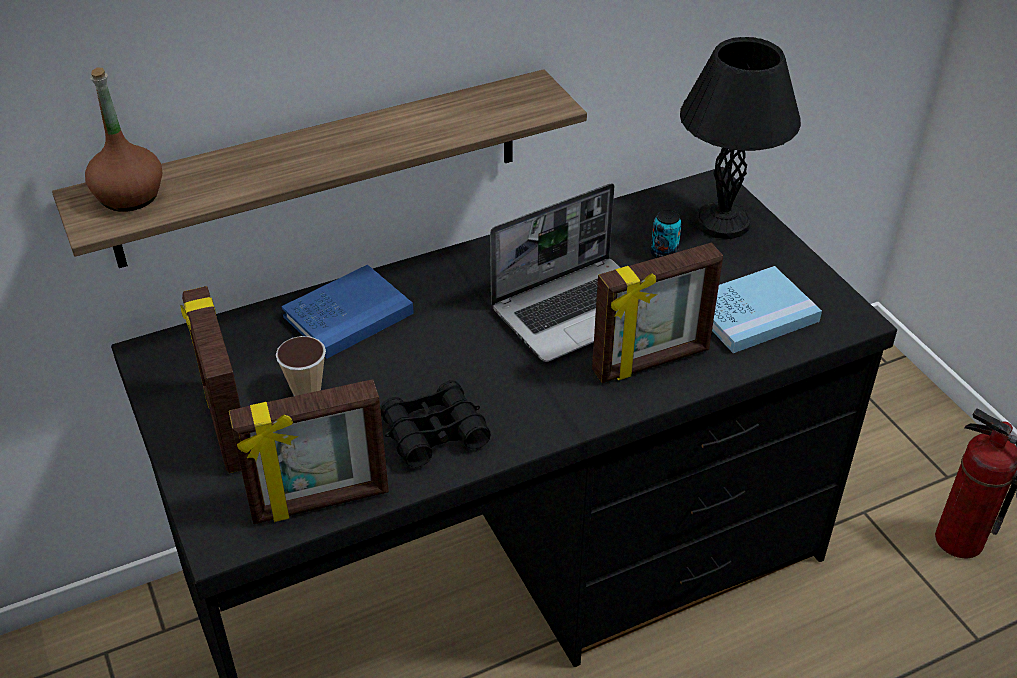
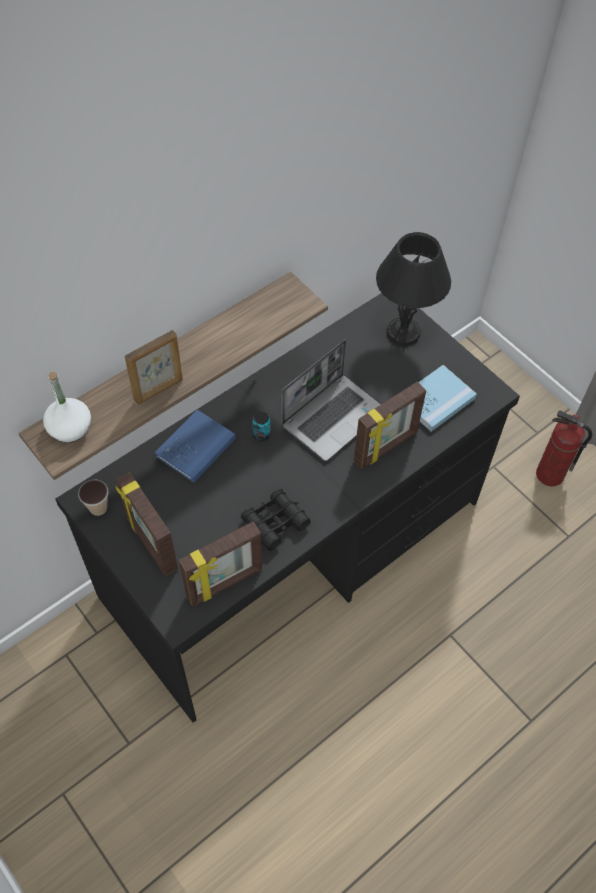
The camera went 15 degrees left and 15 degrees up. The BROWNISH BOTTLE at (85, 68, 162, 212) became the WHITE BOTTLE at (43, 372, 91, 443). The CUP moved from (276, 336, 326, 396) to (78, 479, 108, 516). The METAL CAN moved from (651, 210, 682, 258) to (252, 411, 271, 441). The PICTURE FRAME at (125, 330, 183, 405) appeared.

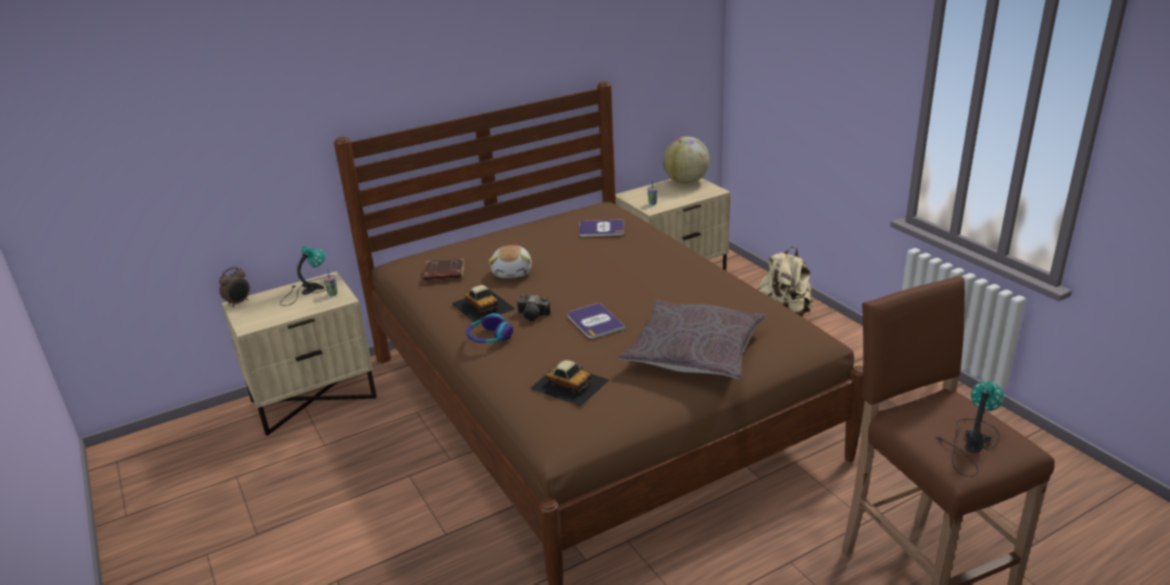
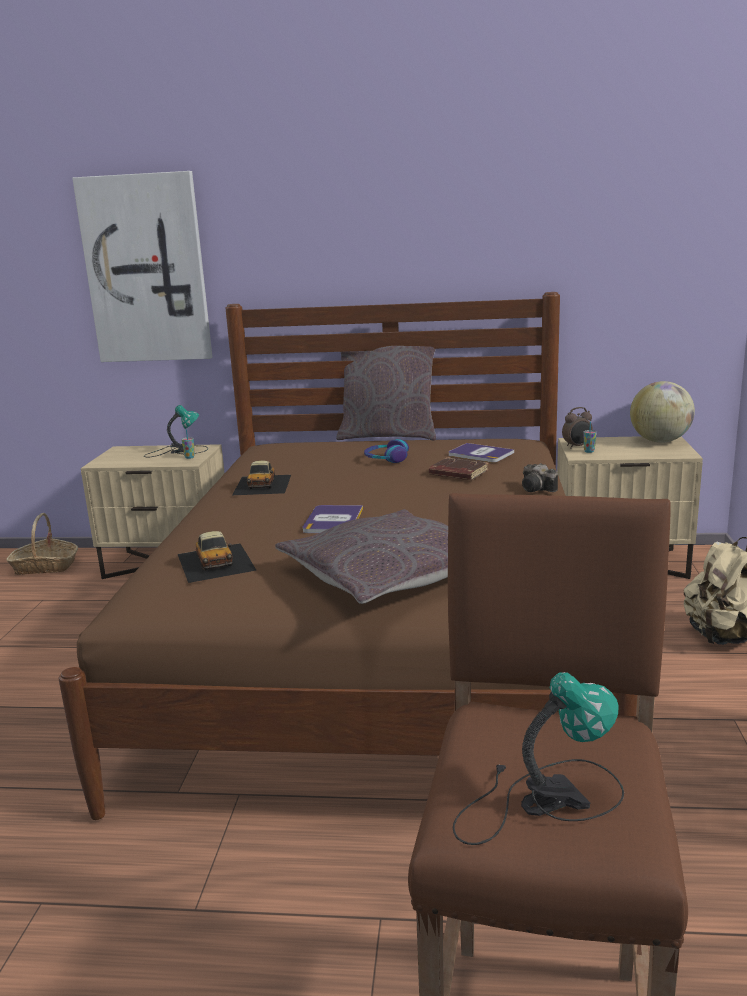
The camera went 35 degrees right and 10 degrees down. The BEDSIDE CLOCK moved from (219, 267, 250, 307) to (562, 407, 593, 449). The BROWNISH BOOK moved from (423, 258, 465, 281) to (429, 457, 488, 480). The HEADSET moved from (466, 313, 513, 343) to (364, 439, 409, 463). The SOFT TOY at (489, 245, 532, 278) disappeared. The STILL CAMERA moved from (517, 294, 551, 321) to (522, 463, 558, 492). The STORAGE BASKET at (6, 513, 78, 575) appeared. The WALL ART at (72, 171, 213, 362) appeared. The GRAY PILLOW at (336, 346, 436, 440) appeared.

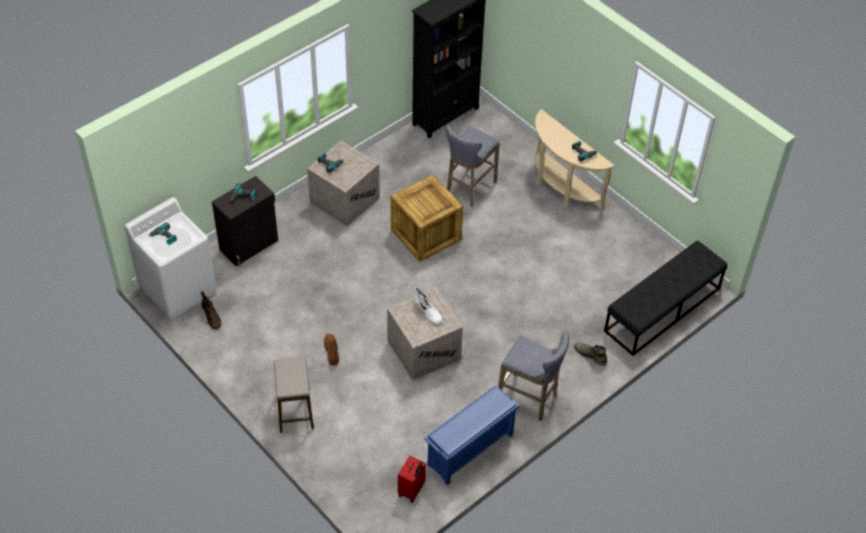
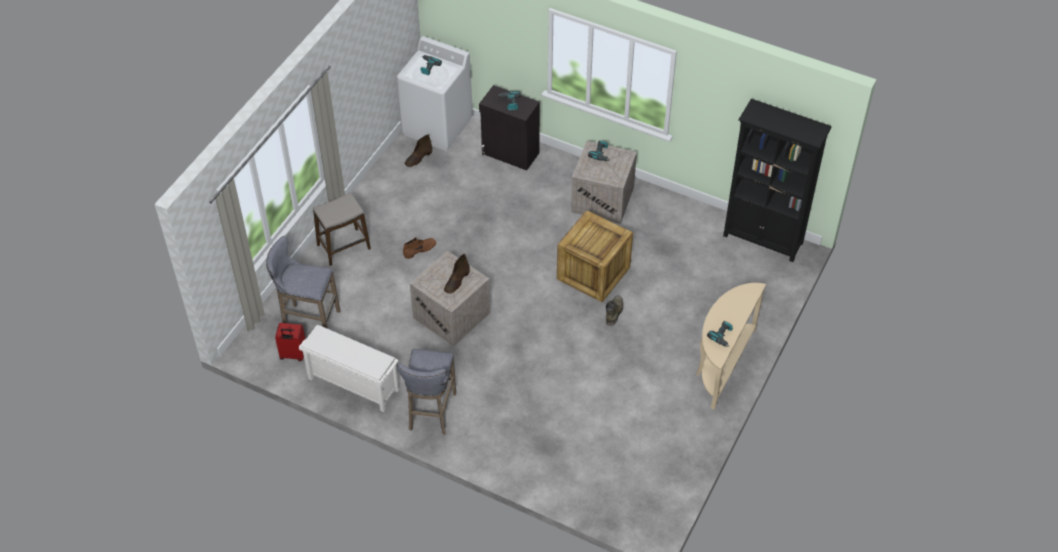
The camera went 70 degrees right and 0 degrees up. The WHITE BOOT at (414, 287, 443, 324) became the BROWNISH BOOT at (444, 253, 470, 294). The BLUISH SHOE RACK at (424, 386, 519, 485) became the WHITE SHOE RACK at (299, 325, 399, 412). The GRAY STOOL moved from (445, 126, 500, 207) to (266, 236, 340, 329). The GREENISH BOOT moved from (574, 342, 607, 366) to (606, 295, 624, 326). The BLACKISH INDOOR BENCH at (604, 241, 728, 356) disappeared.

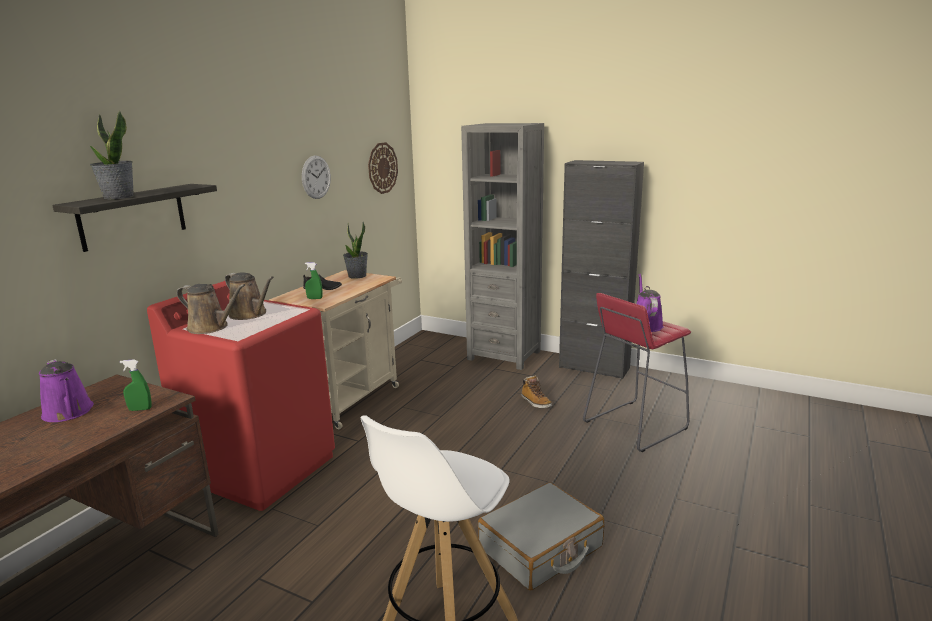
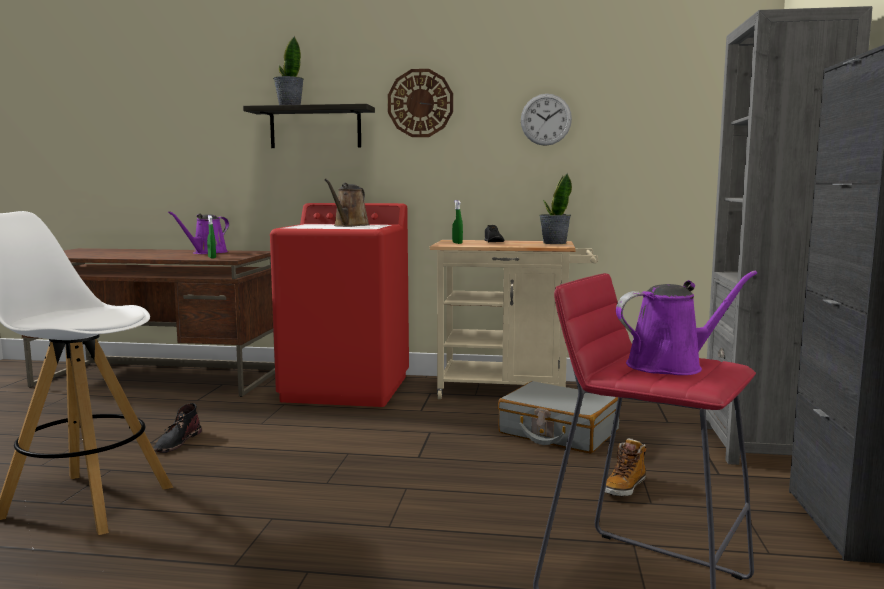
The camera went 70 degrees right and 10 degrees down. The BROWNISH WATERING CAN at (177, 284, 245, 334) disappeared. The CLOCK ON THE WALL moved from (368, 142, 398, 194) to (388, 69, 453, 137). The GRAY PIECE OF LUGGAGE moved from (478, 482, 604, 590) to (498, 381, 619, 454). The BLACKISH BOOT at (153, 403, 202, 452) appeared.

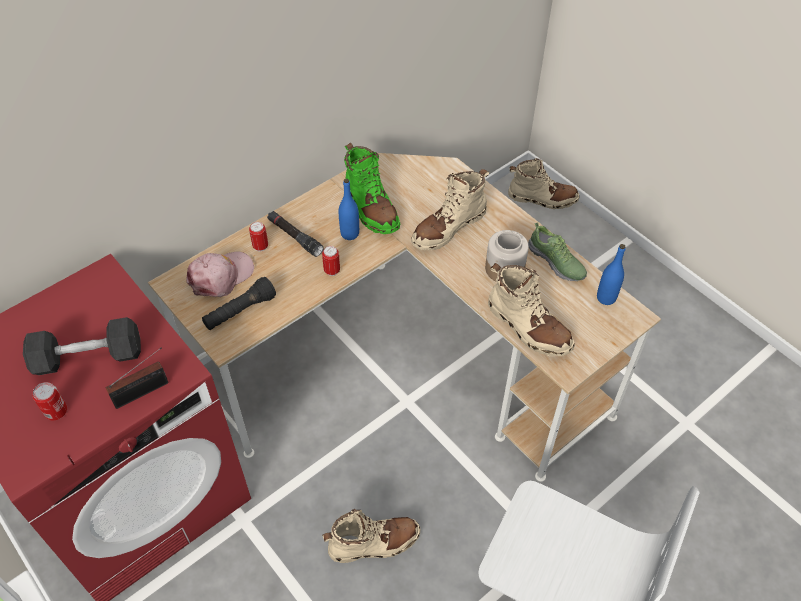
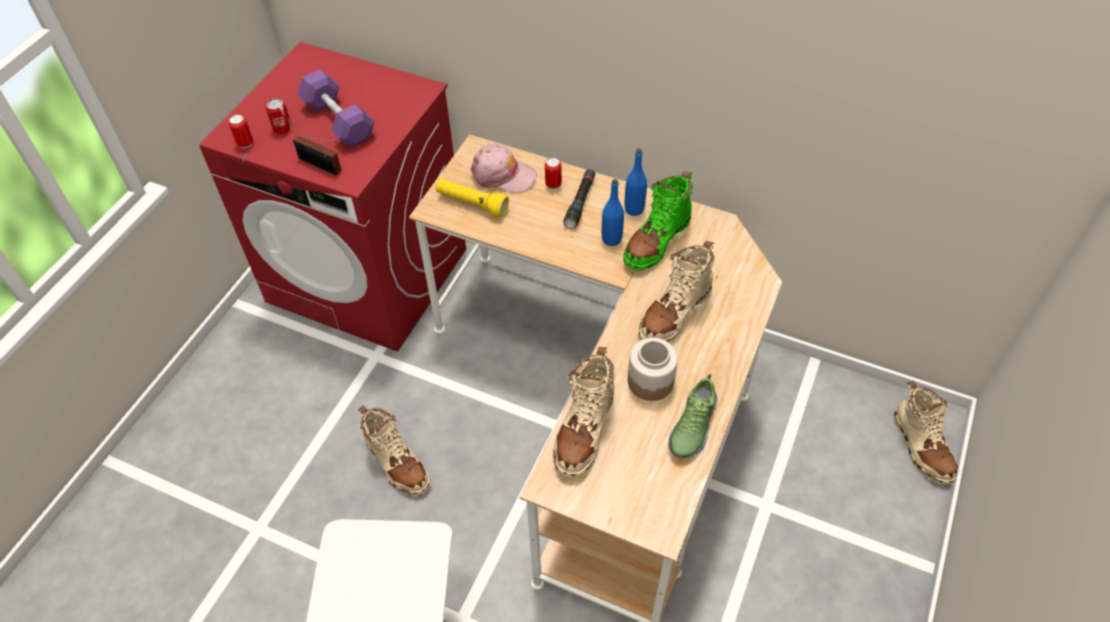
The camera went 65 degrees right and 0 degrees up. The GRAY DUMBBELL at (23, 317, 141, 375) became the PURPLE DUMBBELL at (298, 69, 375, 148). The BLACKISH FLASHLIGHT at (202, 277, 276, 330) became the YELLOWISH FLASHLIGHT at (436, 178, 509, 218). The METAL CAN moved from (322, 246, 340, 276) to (229, 114, 253, 148). The BEIGE-COLOURED BOOT at (411, 169, 489, 250) turned 75 degrees counterclockwise. The BLUISH BOTTLE moved from (597, 244, 626, 305) to (625, 149, 647, 216).

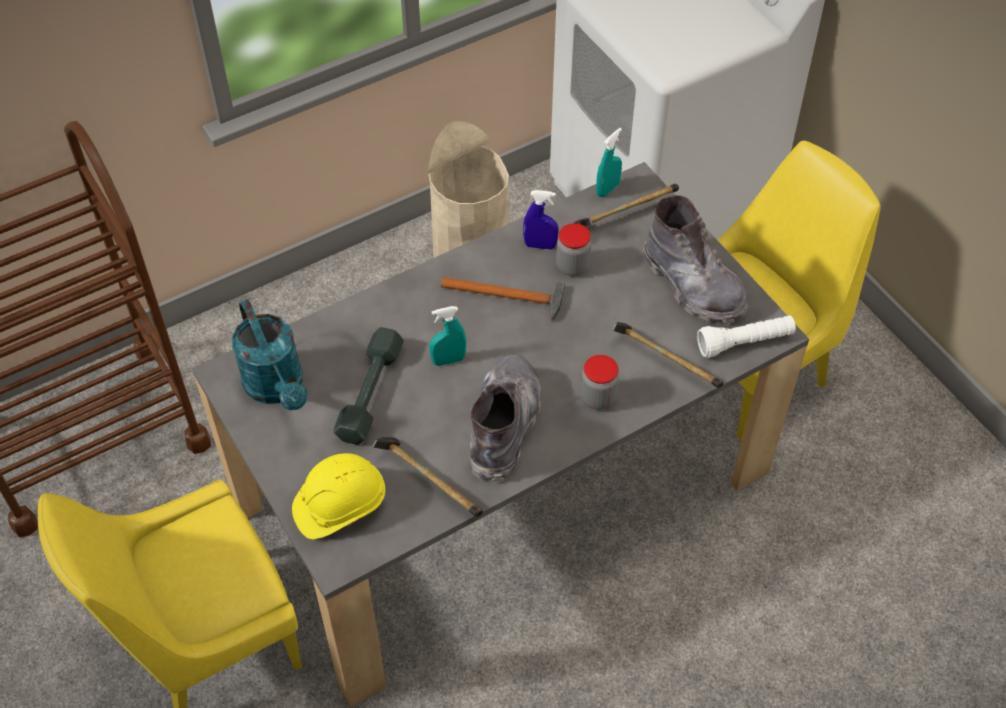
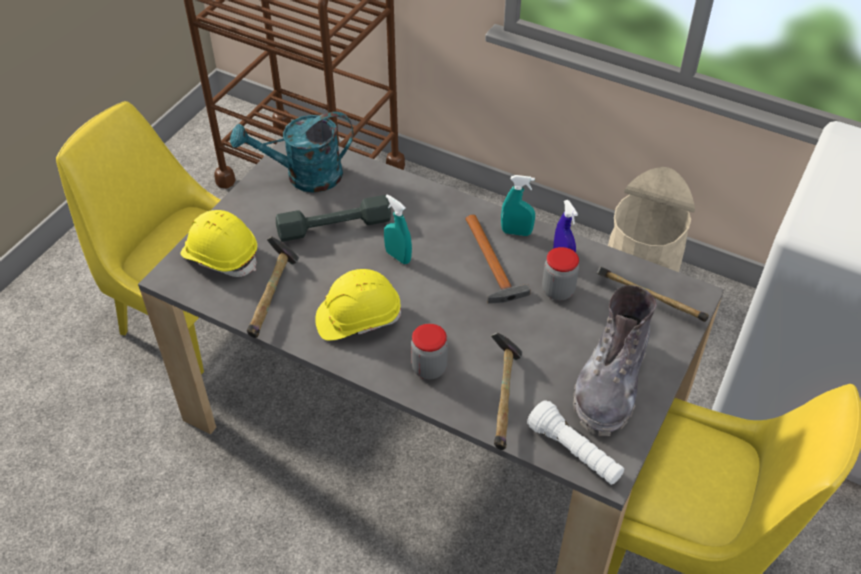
The camera went 60 degrees right and 5 degrees down. The BLUE-GREEN WATERING CAN at (232, 299, 308, 411) turned 45 degrees clockwise. The GRAY BOOT at (470, 355, 541, 482) was replaced by the YELLOWISH WORK HELMET at (315, 269, 401, 341). The BLUE-GREEN SPRAY BOTTLE moved from (596, 128, 622, 197) to (501, 175, 535, 236).

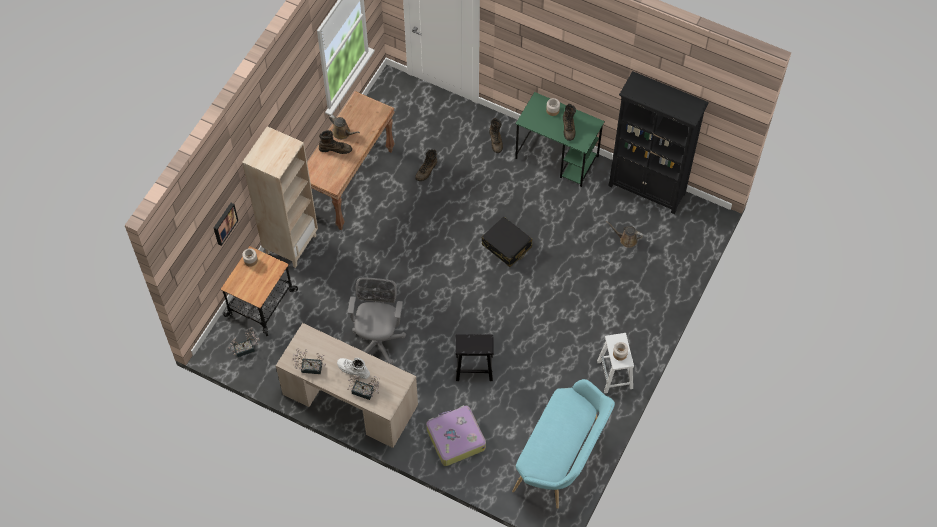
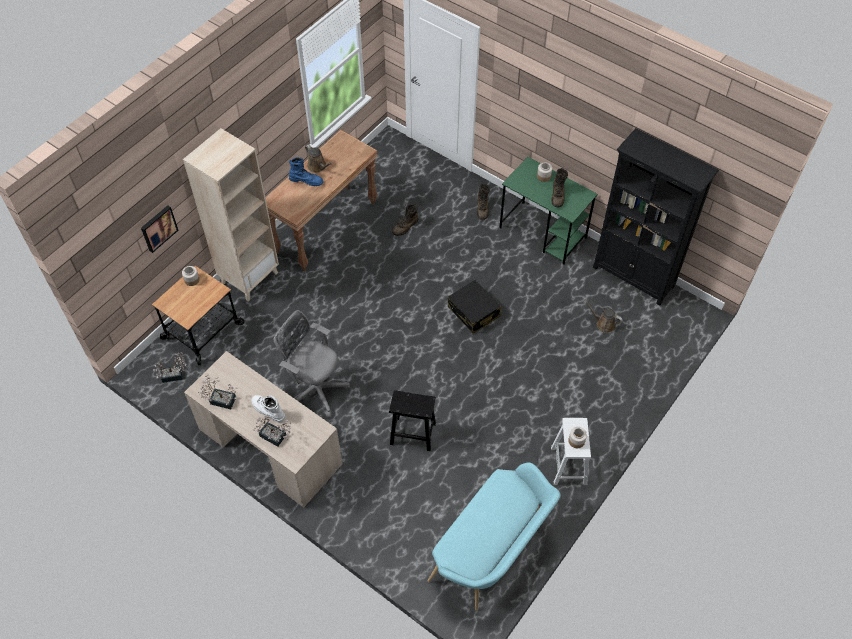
The camera went 10 degrees right and 5 degrees down. The BROWNISH BOOT at (319, 130, 352, 154) became the BLUISH BOOT at (289, 157, 323, 186). The GRAY OFFICE CHAIR at (348, 277, 406, 365) turned 75 degrees counterclockwise. The PIECE OF LUGGAGE at (426, 405, 486, 466) disappeared.

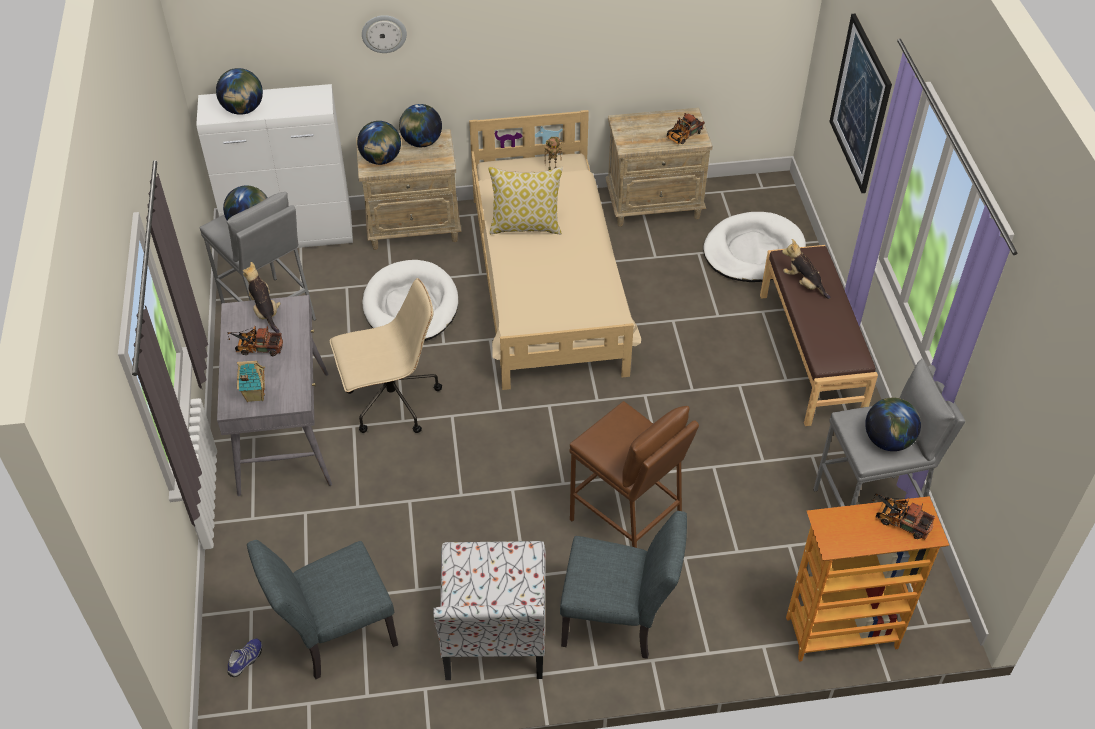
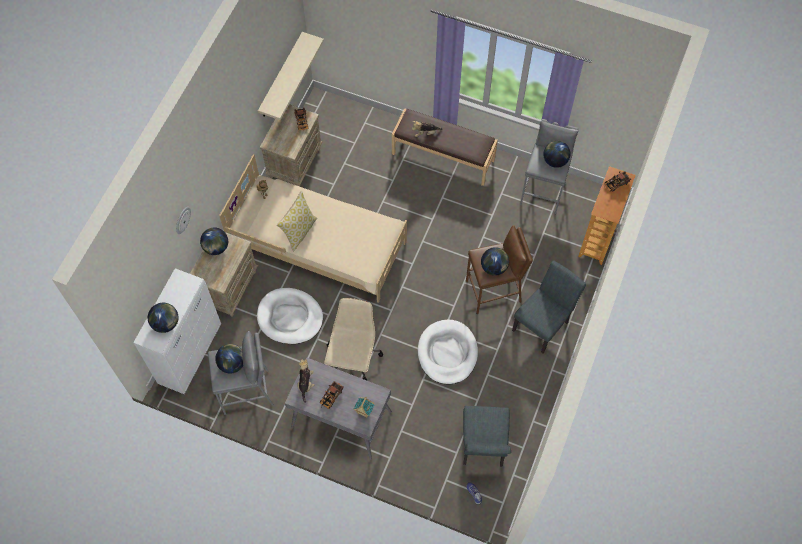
The camera went 60 degrees left and 15 degrees up. The SOFT TOY at (243, 262, 281, 333) turned 90 degrees clockwise. The DESK GLOBE moved from (357, 121, 401, 165) to (481, 247, 509, 276). The PLAIN CHAIR at (433, 541, 546, 680) disappeared. The WHITE PET BED moved from (703, 212, 806, 282) to (418, 320, 478, 384). The WALL ART at (829, 13, 892, 193) disappeared. The BEIGE-COLOURED SHELF at (258, 32, 324, 120) appeared.

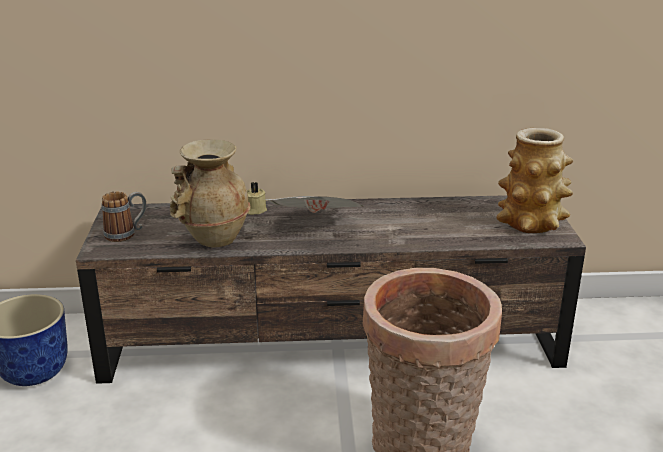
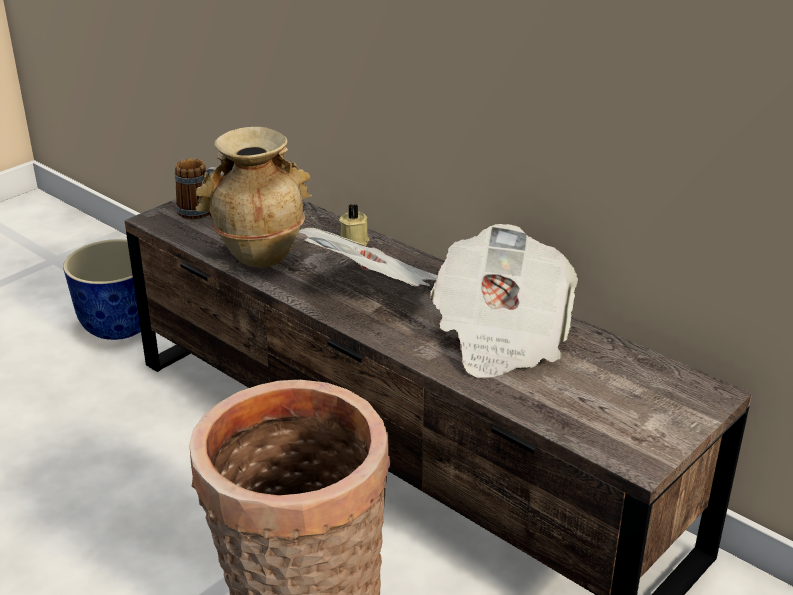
The camera went 45 degrees right and 5 degrees up. The FLOWER VASE at (496, 128, 573, 233) disappeared. The PRINTED PAPER at (431, 224, 578, 378) appeared.

